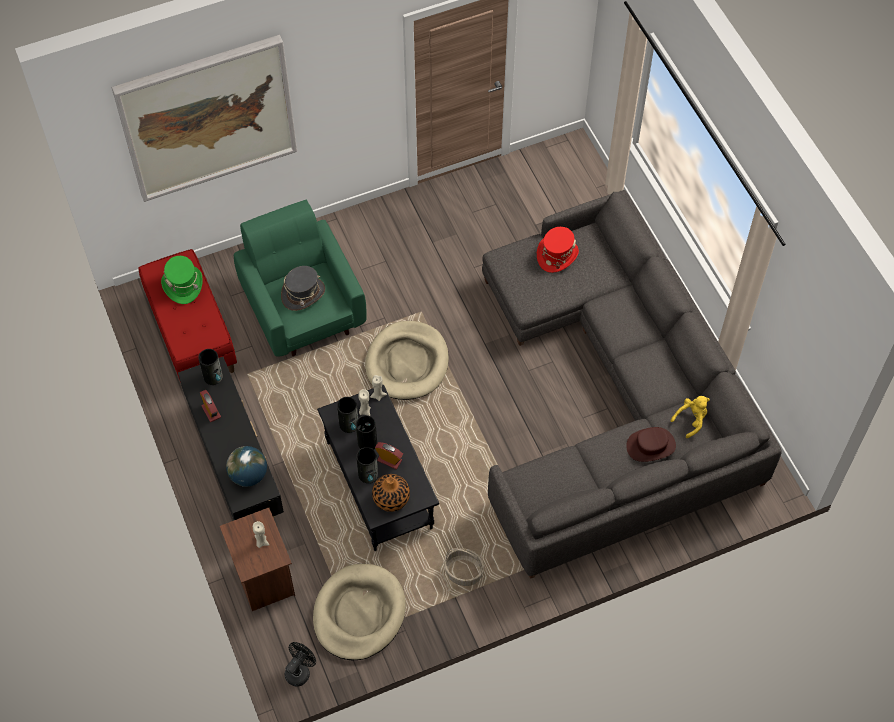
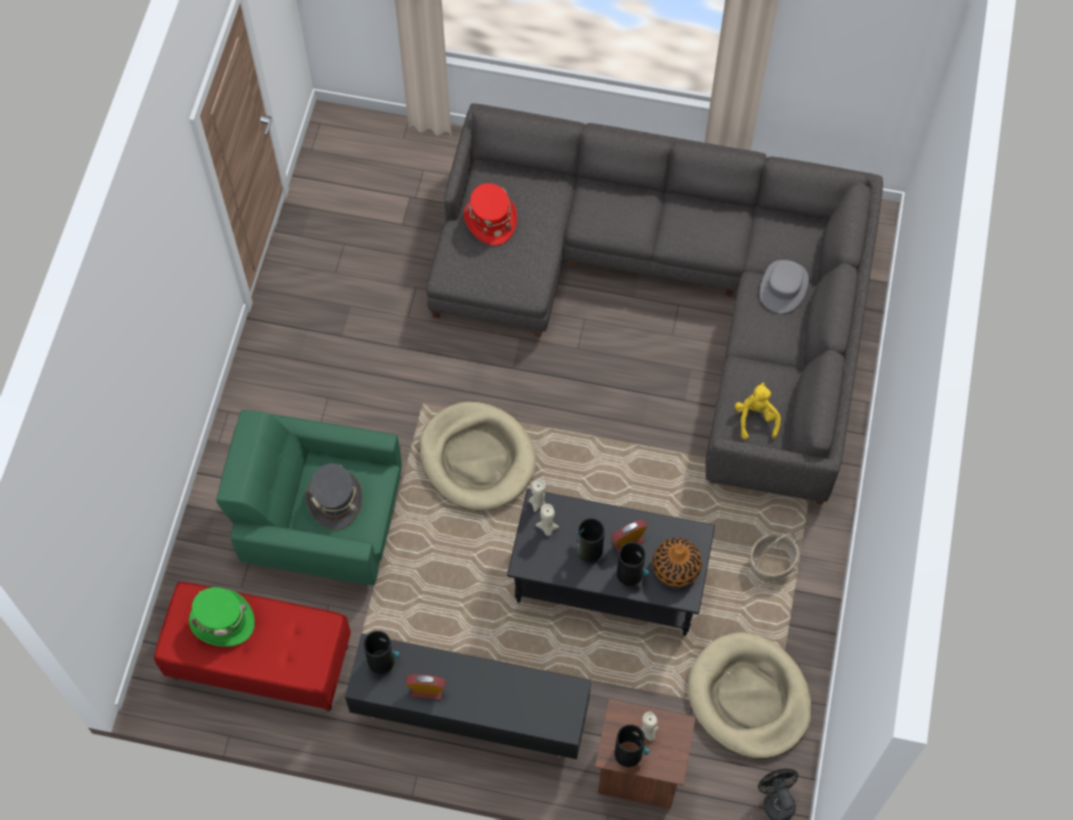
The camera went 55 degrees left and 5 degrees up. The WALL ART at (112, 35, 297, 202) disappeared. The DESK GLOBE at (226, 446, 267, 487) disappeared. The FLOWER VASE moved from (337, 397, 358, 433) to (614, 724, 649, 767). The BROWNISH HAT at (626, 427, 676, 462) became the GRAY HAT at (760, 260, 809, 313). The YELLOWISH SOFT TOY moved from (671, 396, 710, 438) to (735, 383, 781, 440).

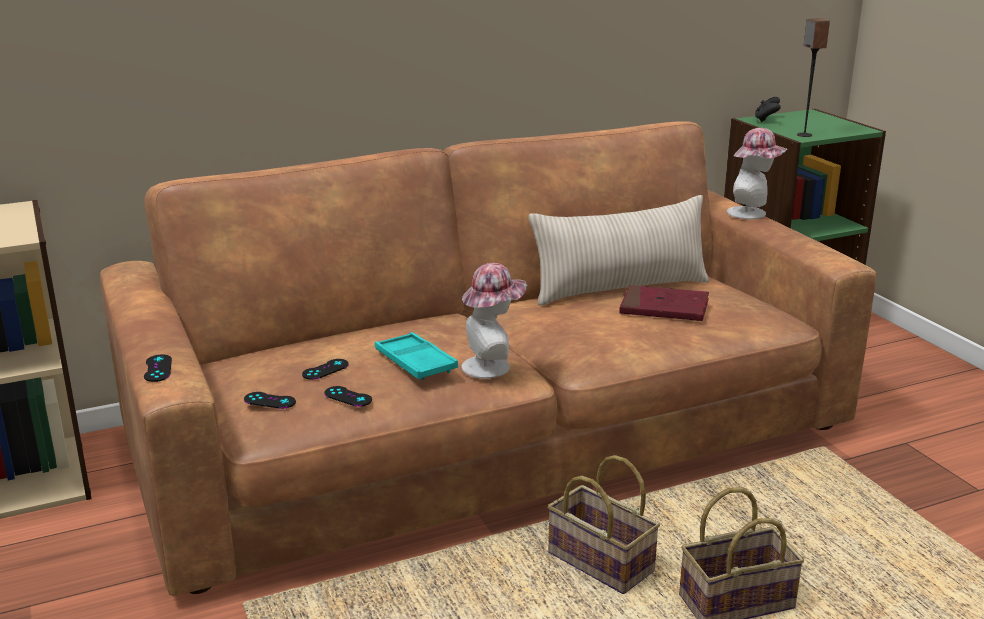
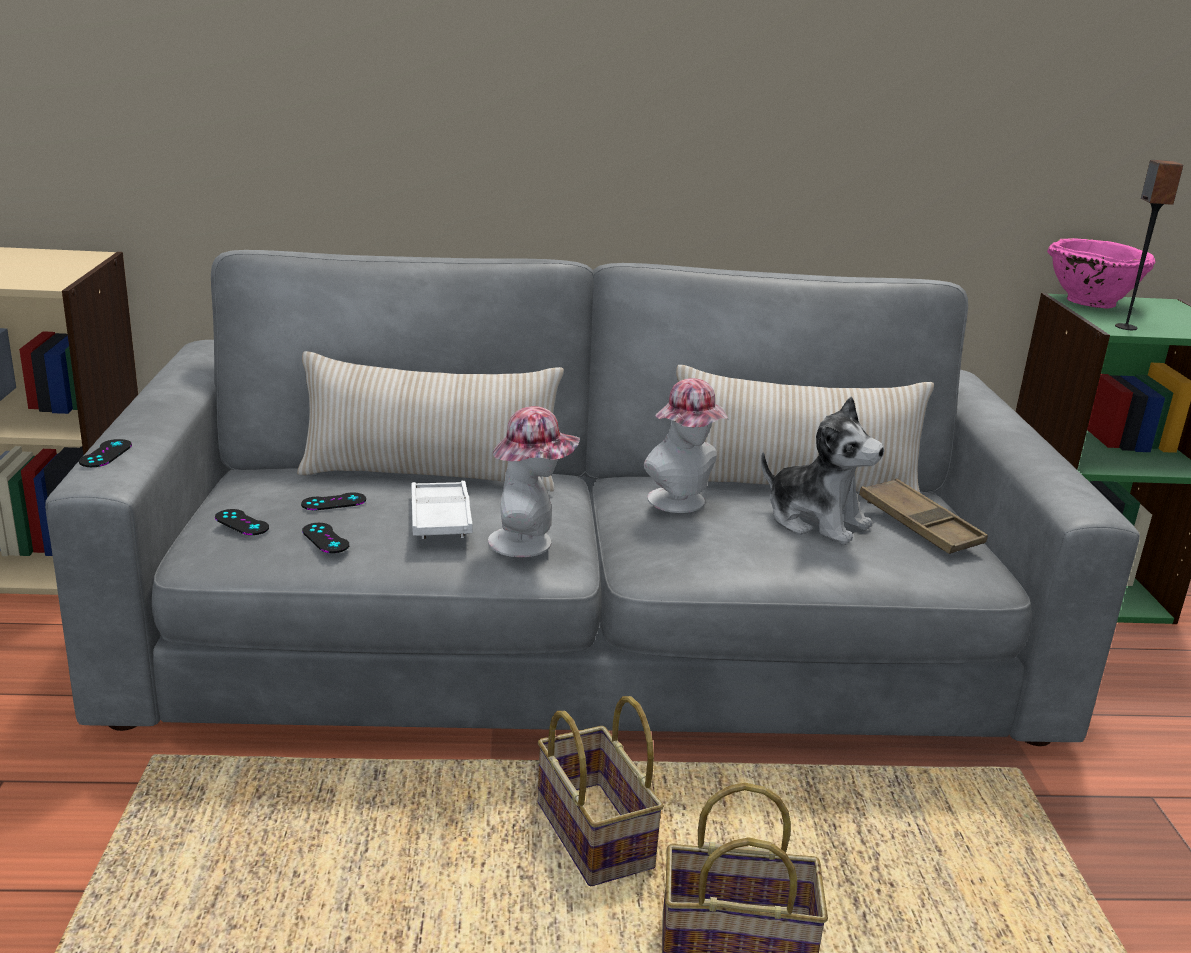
The camera went 20 degrees right and 0 degrees up. The BROWNISH COUCH at (100, 121, 877, 596) became the GRAY COUCH at (45, 250, 1140, 746). The BLUE-GREEN SERVING TRAY at (375, 332, 458, 380) became the WHITE SERVING TRAY at (411, 481, 473, 539). The RED-COLOURED BOOK at (620, 285, 709, 321) was replaced by the SOFT TOY at (761, 396, 885, 545). The HAT moved from (727, 128, 788, 219) to (644, 378, 728, 513). The BLACKISH GAME CONTROLLER at (755, 97, 781, 122) was replaced by the PINKISH BOWL at (1047, 238, 1155, 308). The BEIGE-COLOURED PILLOW at (297, 351, 564, 491) appeared. The BROWNISH SERVING TRAY at (859, 478, 988, 554) appeared.

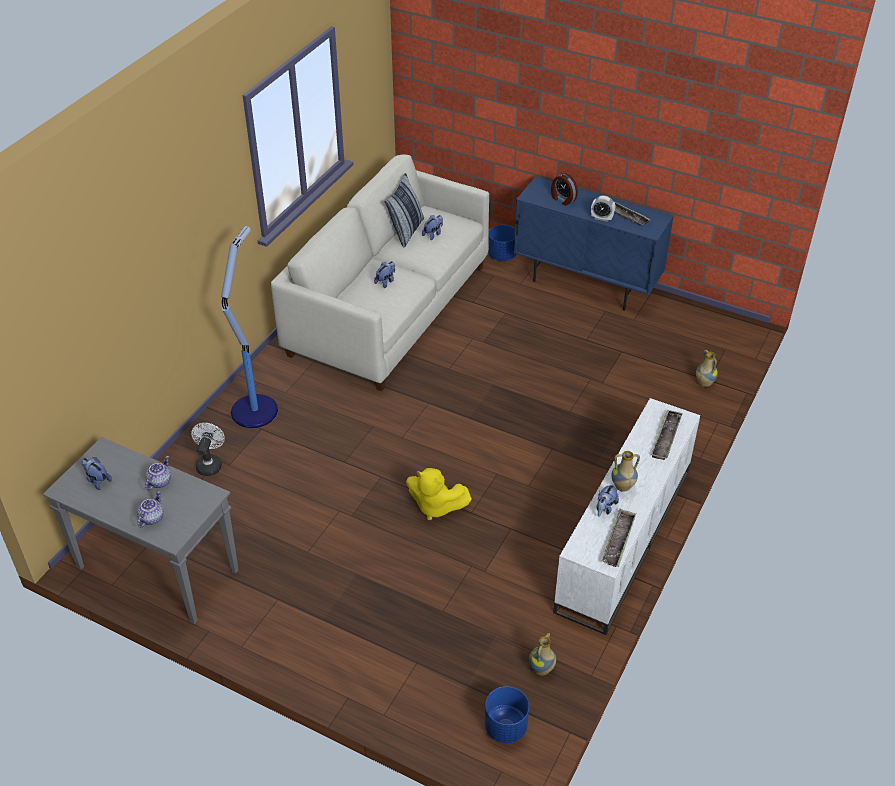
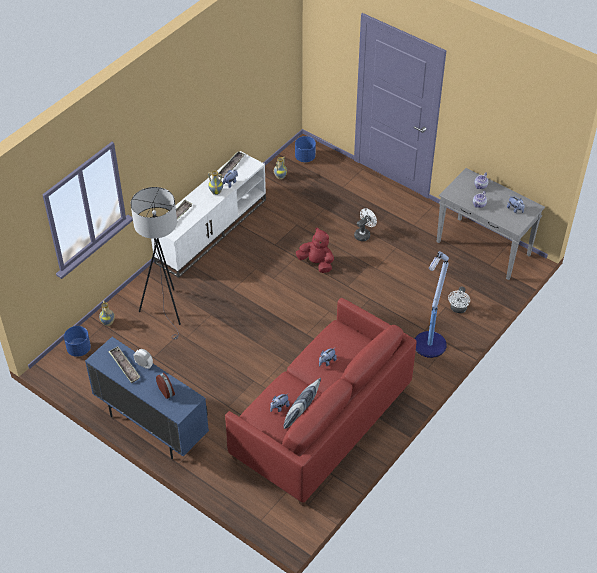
The camera went 170 degrees left and 5 degrees up. The WHITE COUCH at (271, 155, 489, 391) became the RED-COLOURED COUCH at (225, 298, 417, 506). The YELLOWISH SOFT TOY at (406, 468, 472, 520) became the RED-COLOURED SOFT TOY at (296, 228, 334, 273). The BLUISH FLOWER POT moved from (488, 225, 516, 261) to (64, 326, 91, 357). The GRAY STANDING LAMP at (131, 187, 181, 339) appeared. The WHITE ELECTRIC FAN at (354, 208, 377, 241) appeared.

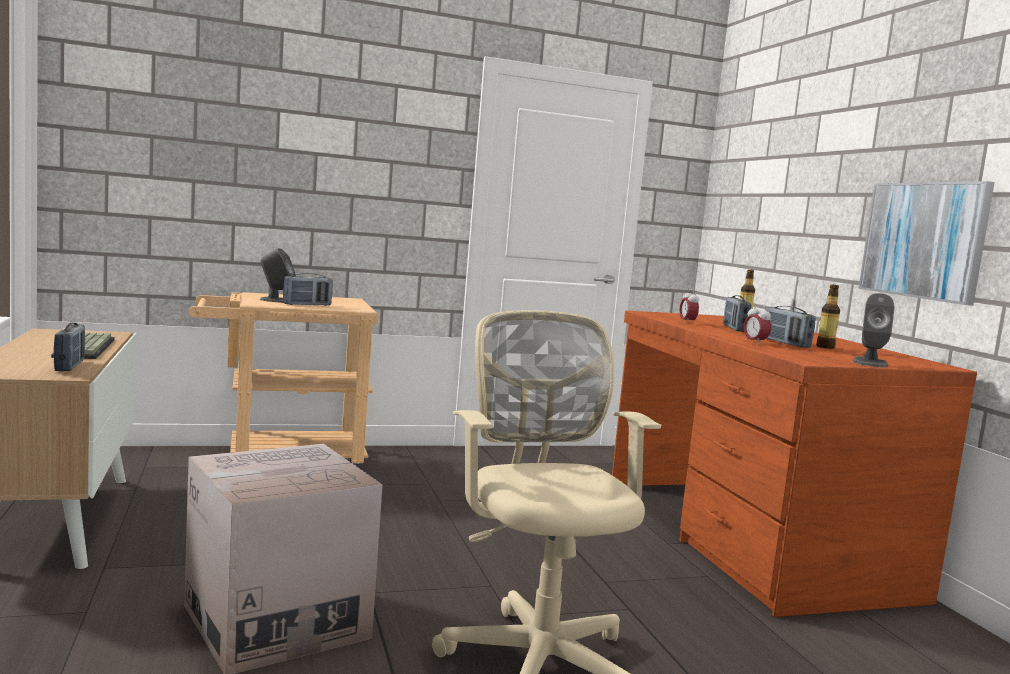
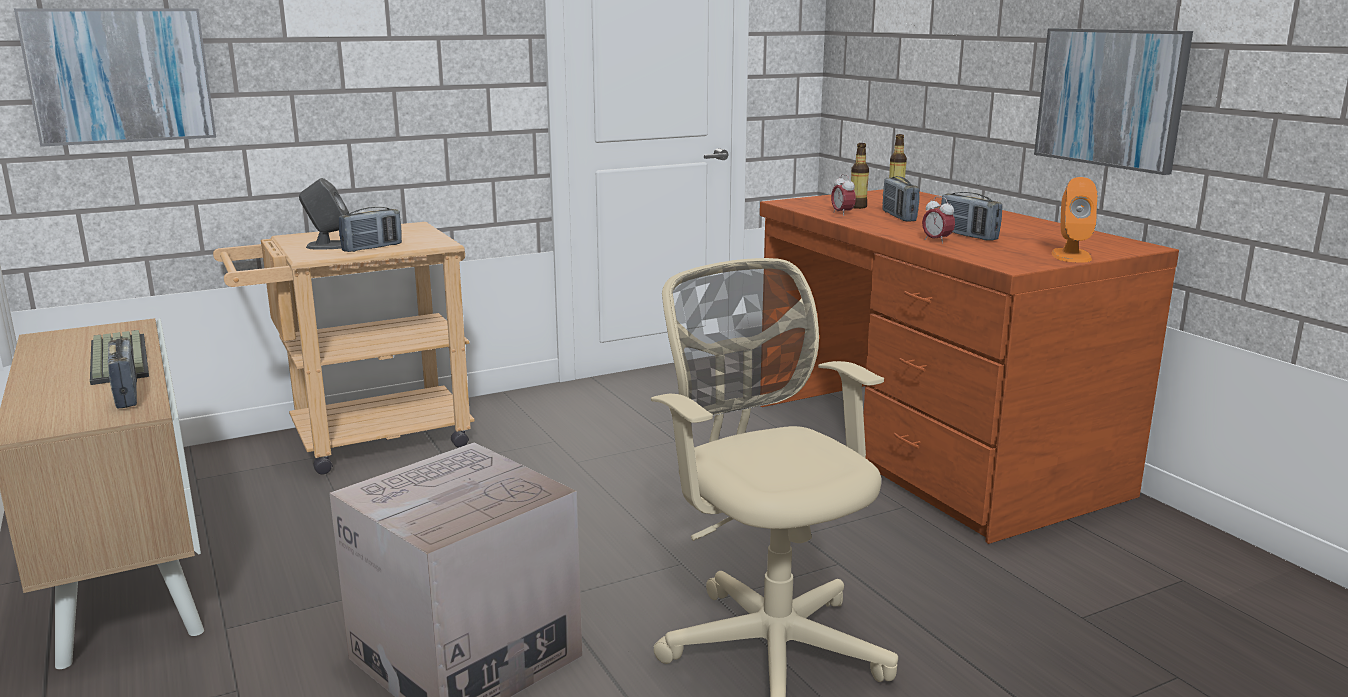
The camera went 10 degrees left and 10 degrees up. The BOTTLE moved from (816, 284, 840, 349) to (851, 143, 869, 209). The GRAY AUDIO SPEAKER at (853, 293, 895, 367) became the ORANGE AUDIO SPEAKER at (1051, 177, 1098, 263). The WALL ART at (14, 8, 216, 147) appeared.

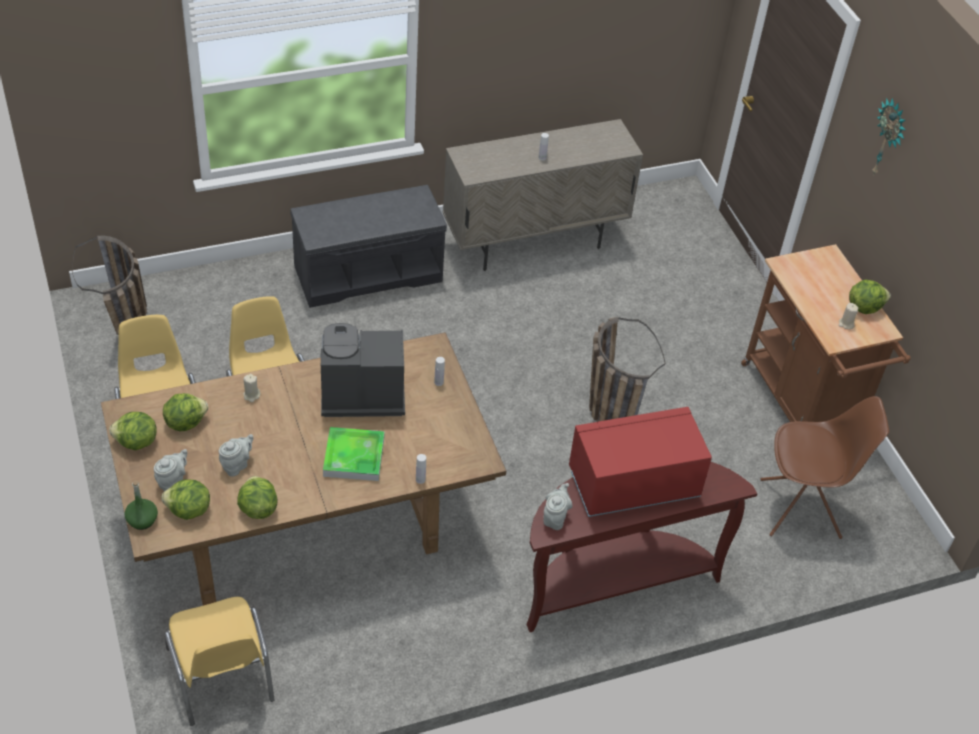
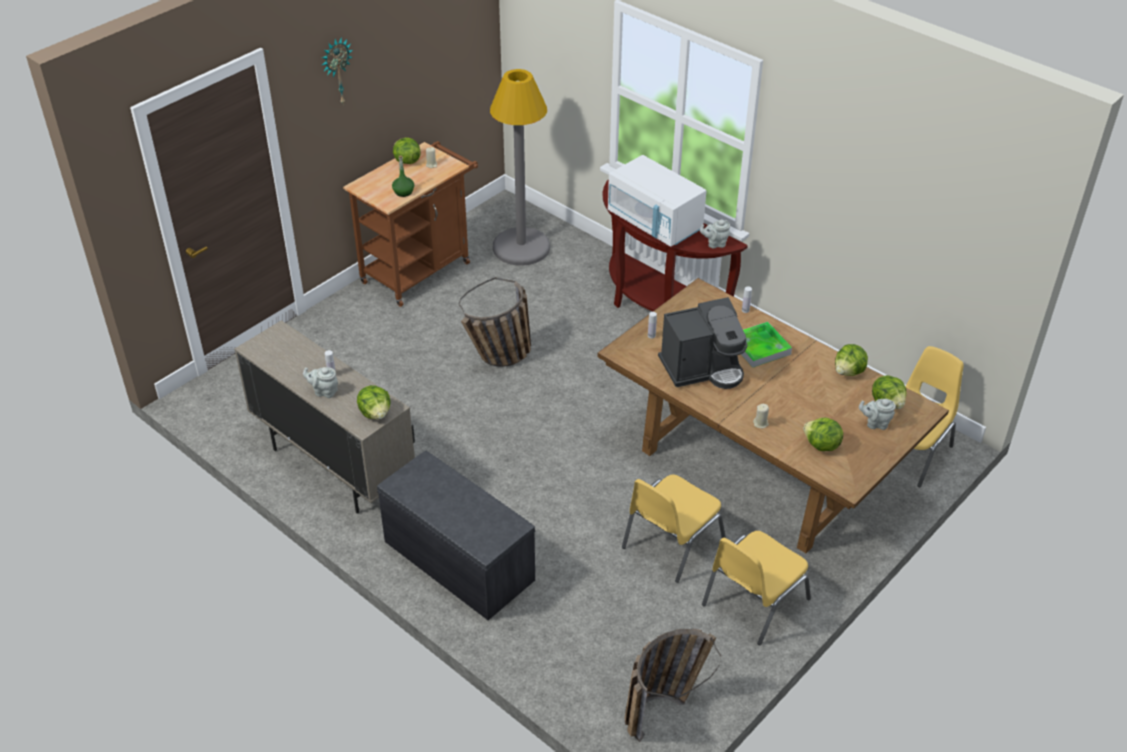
The camera went 115 degrees left and 5 degrees down. The LETTUCE moved from (109, 412, 157, 450) to (357, 385, 391, 419). The GREENISH BOTTLE moved from (125, 480, 158, 530) to (392, 156, 414, 197). The GRAY TEA POT moved from (219, 434, 253, 477) to (303, 367, 338, 398). The COFFEE MACHINE at (321, 323, 405, 417) turned 75 degrees counterclockwise. The RED-COLOURED MICROWAVE at (569, 407, 712, 517) became the WHITE MICROWAVE at (608, 155, 706, 247). The BROWNISH PLAIN CHAIR at (760, 396, 889, 539) was replaced by the GRAY STANDING LAMP at (490, 69, 550, 266).

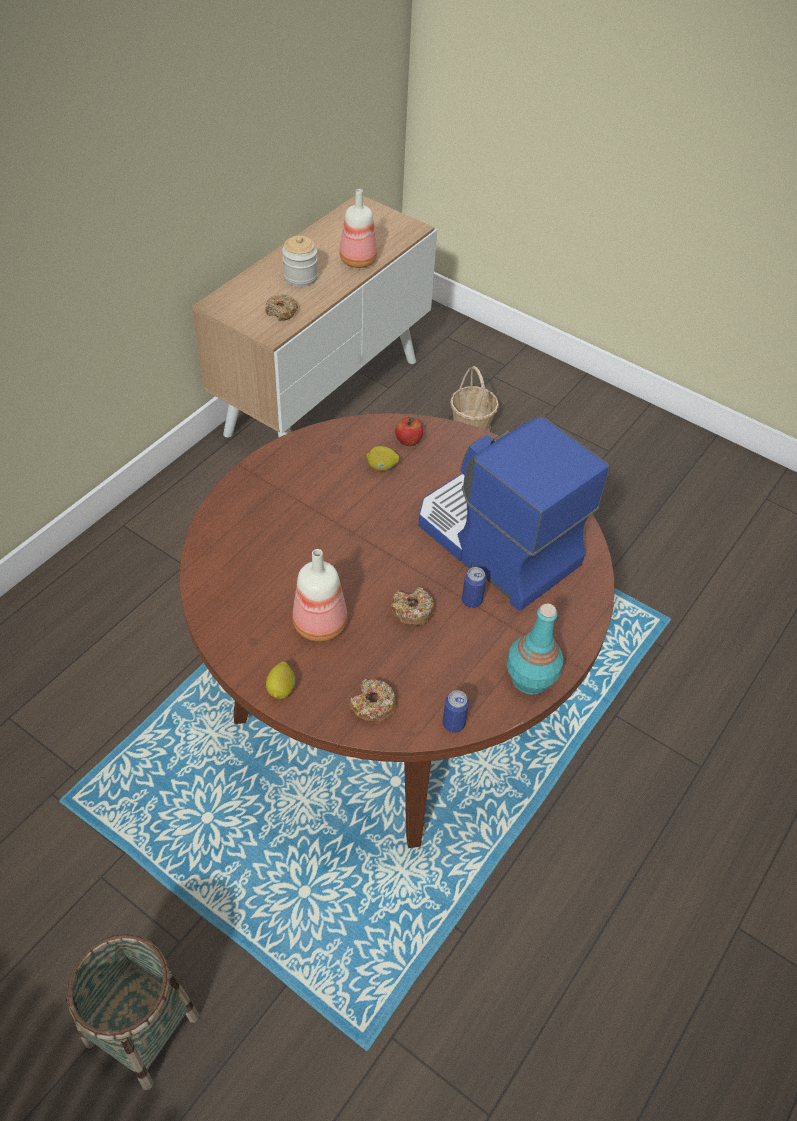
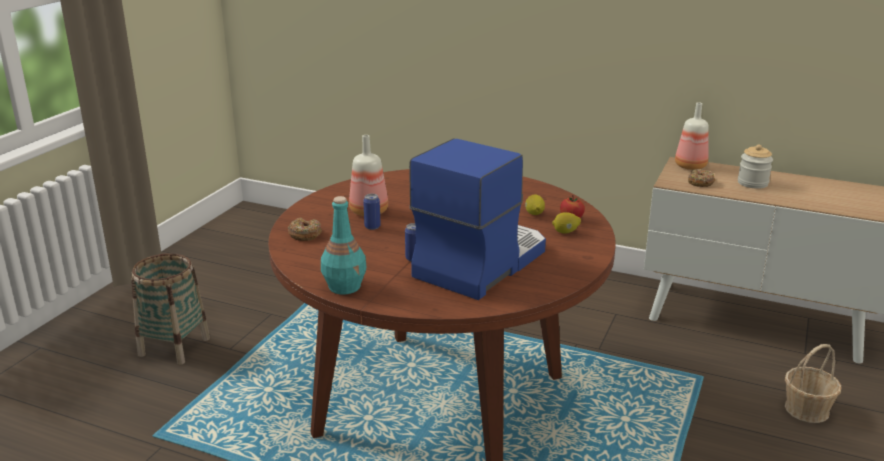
The camera went 80 degrees right and 25 degrees down. The CITRUS FRUIT moved from (266, 662, 295, 699) to (552, 212, 581, 234). The BOTTLE moved from (339, 189, 377, 268) to (675, 102, 709, 170). The DOUGHNUT at (391, 587, 435, 626) disappeared. The METAL CAN moved from (442, 690, 469, 733) to (363, 194, 381, 230).

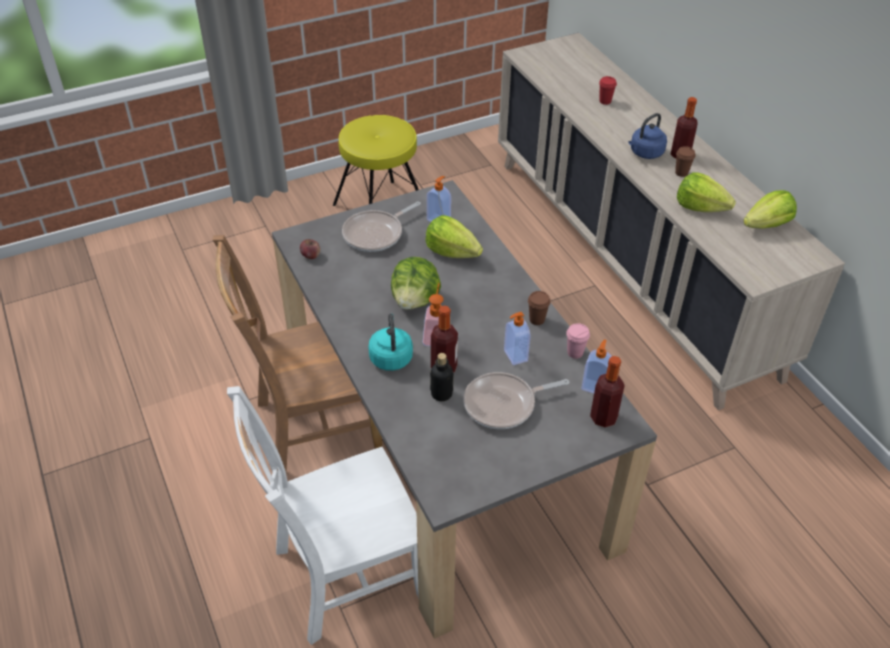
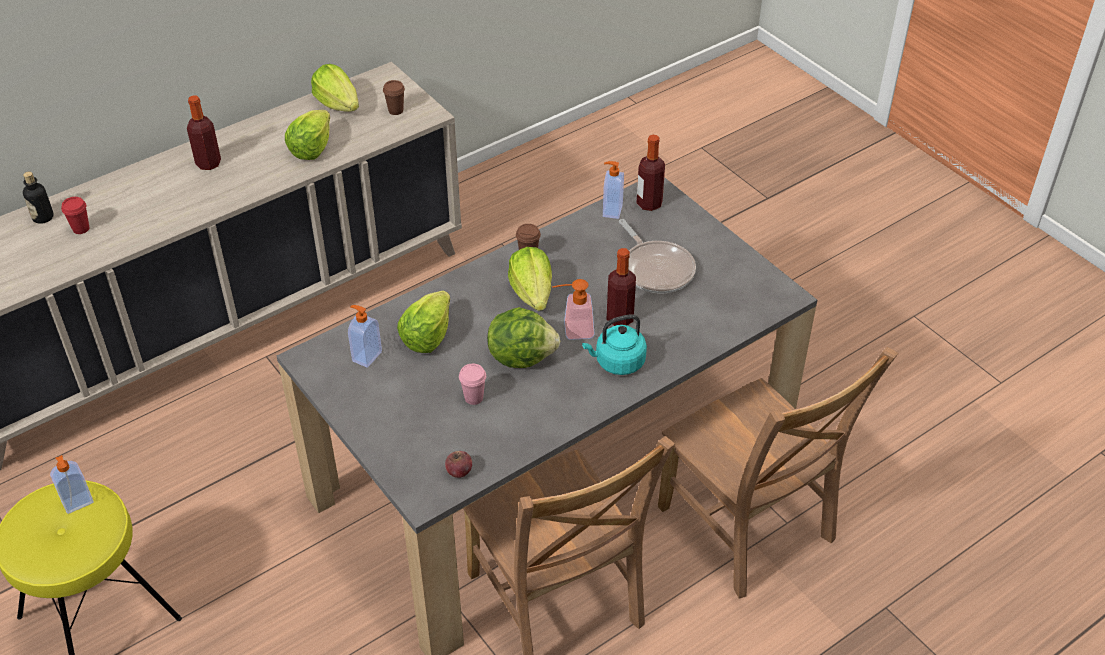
The camera went 100 degrees left and 0 degrees up. The WHITE PLAIN CHAIR at (227, 386, 419, 645) became the BROWNISH PLAIN CHAIR at (658, 347, 899, 599). The FRYING PAN at (342, 201, 421, 252) disappeared. The BOTTLE moved from (430, 353, 454, 401) to (23, 172, 54, 224). The SOAP BOTTLE moved from (504, 312, 530, 365) to (50, 455, 94, 514). The PINKISH CUP moved from (566, 323, 590, 359) to (459, 364, 486, 405). The BLUISH TEA KETTLE at (628, 113, 667, 159) disappeared. The BROWNISH CUP moved from (675, 146, 696, 177) to (383, 80, 405, 115). The LETTUCE at (508, 247, 552, 311) appeared.

